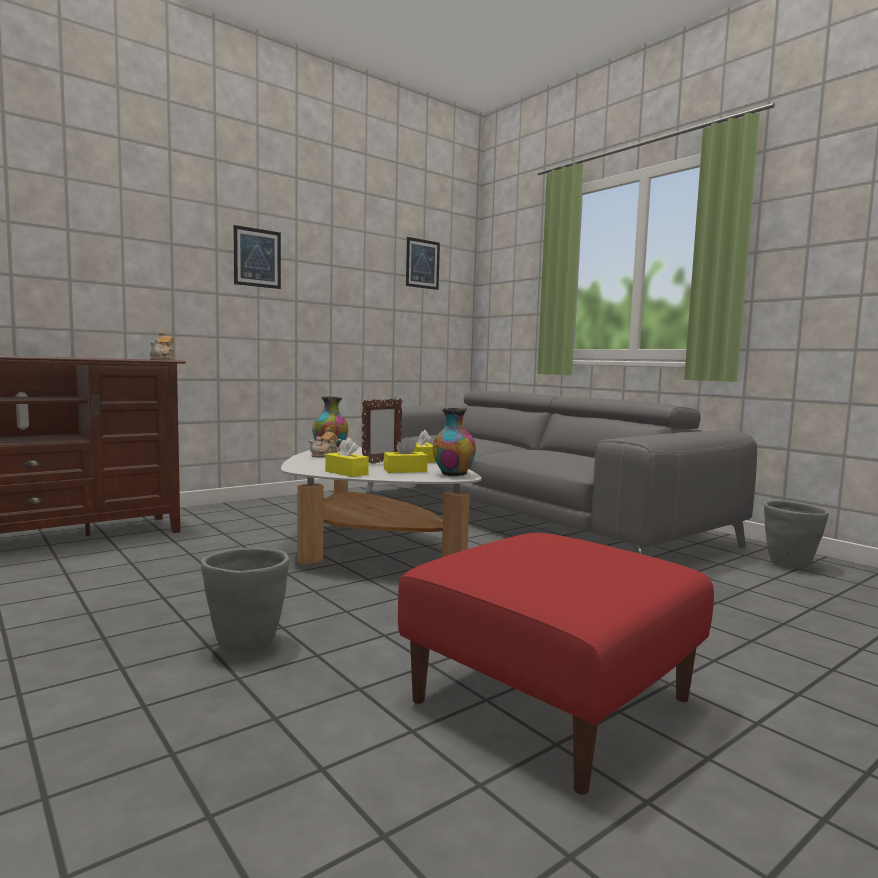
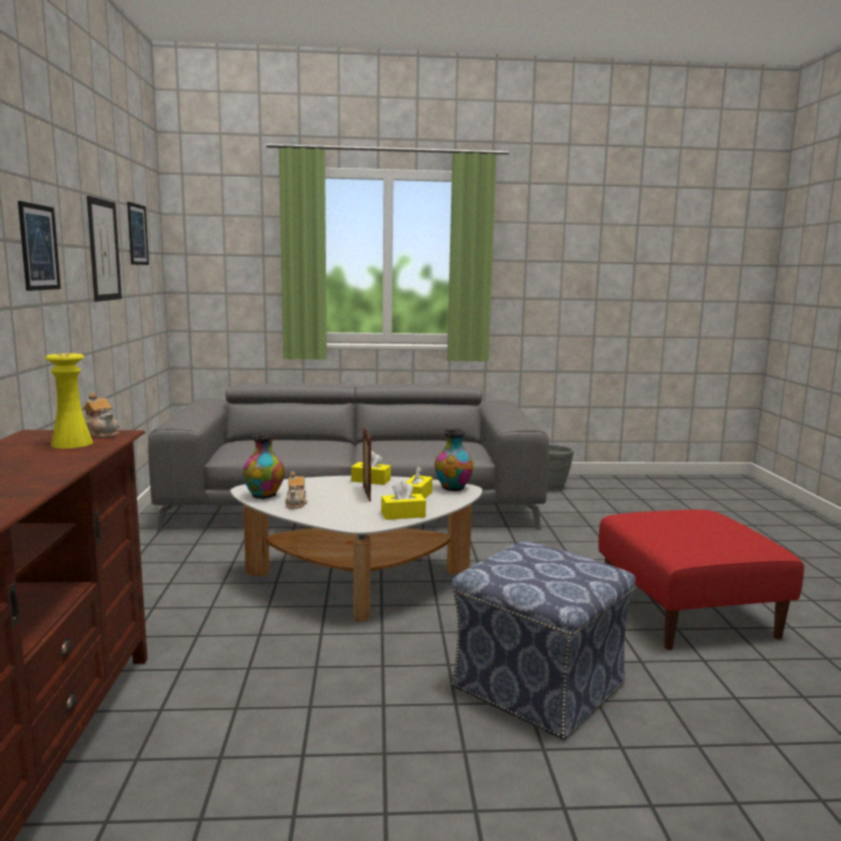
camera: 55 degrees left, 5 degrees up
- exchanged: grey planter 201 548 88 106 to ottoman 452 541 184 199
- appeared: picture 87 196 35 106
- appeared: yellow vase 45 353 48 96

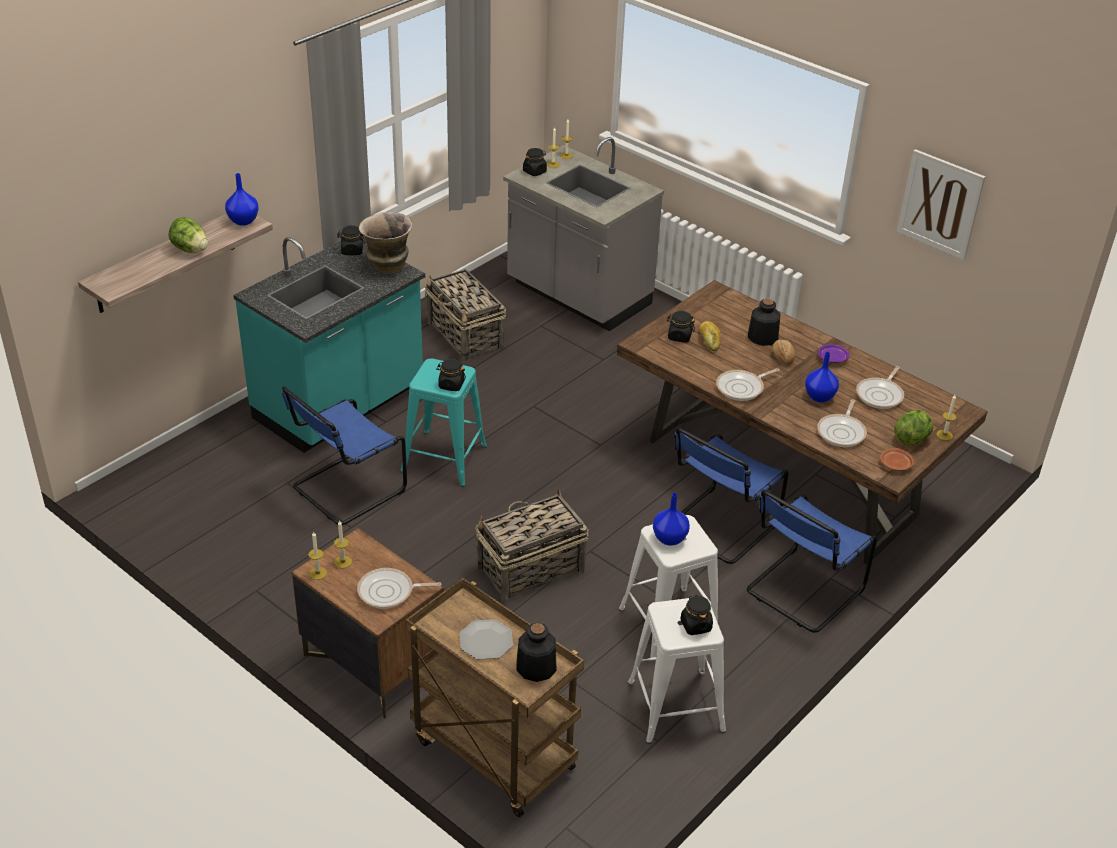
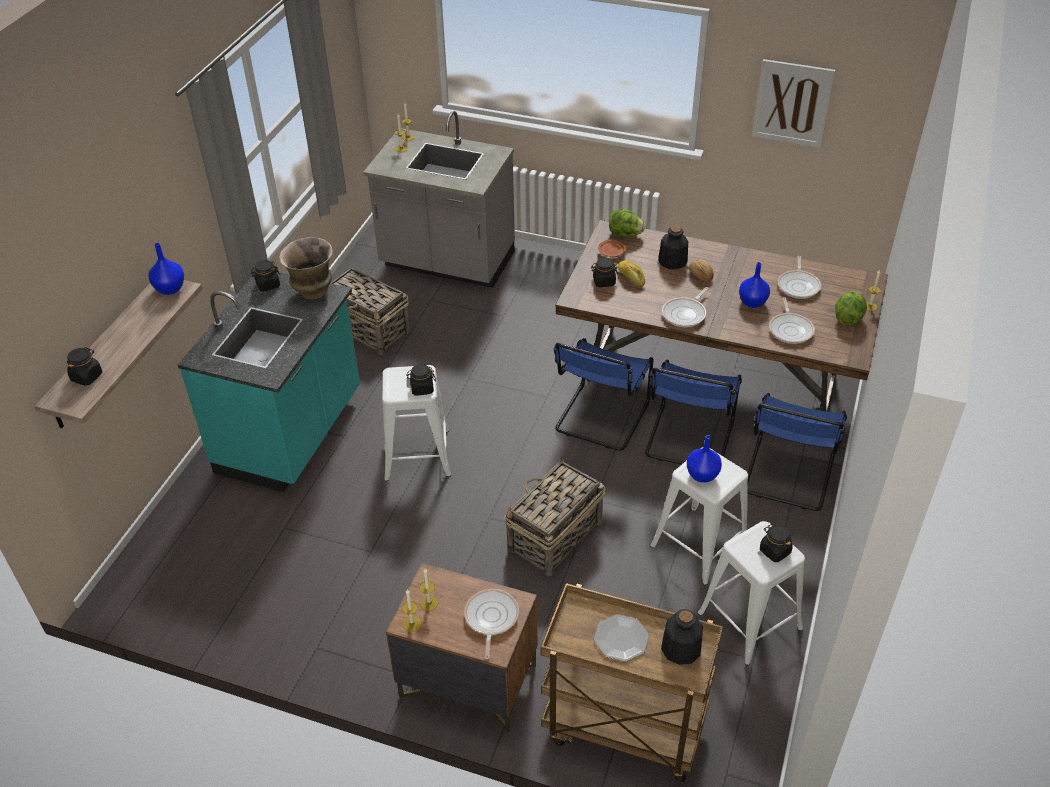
camera: 20 degrees left, 5 degrees up
- relocated: black jar 523 148 24 28 to 67 347 35 39
- relocated: lettuce 169 217 39 36 to 609 209 36 28
- missing: purple plate 818 344 32 19
- colour: turquoise stool 400 358 87 129 to white stool 382 365 69 117
- relocated: blue chair 282 386 125 139 to 554 338 99 113
- relocated: brown plate 880 448 34 23 to 598 240 28 17
- spun: frying pan 357 568 85 41 = 464 589 55 70 120 degrees clockwise

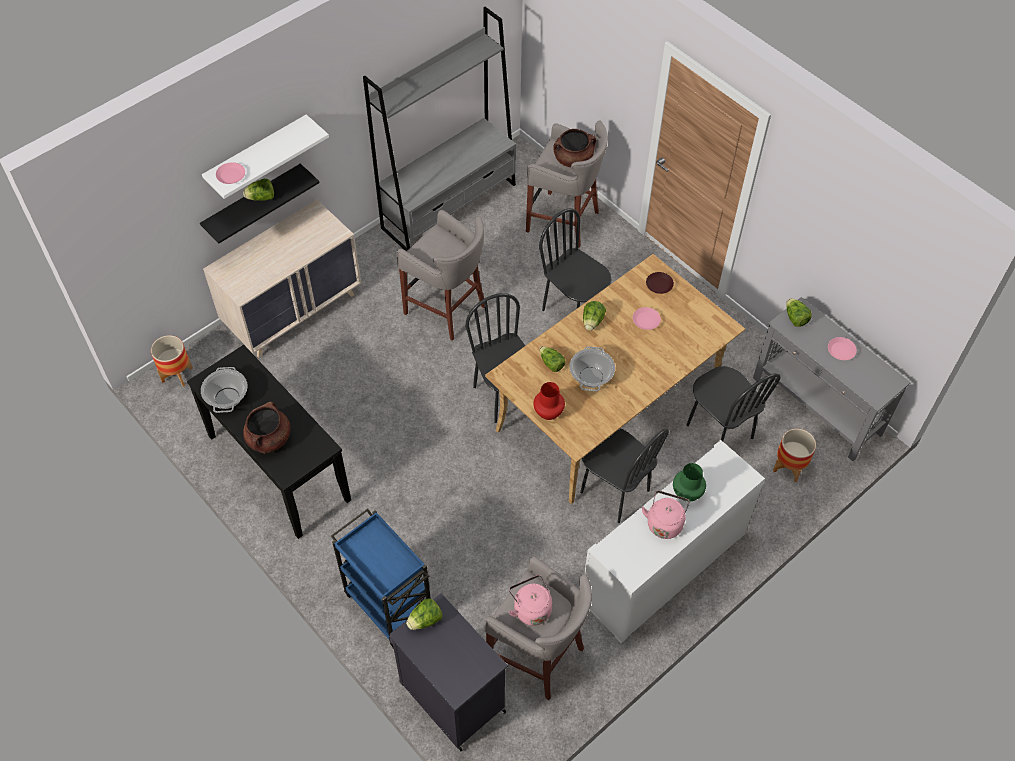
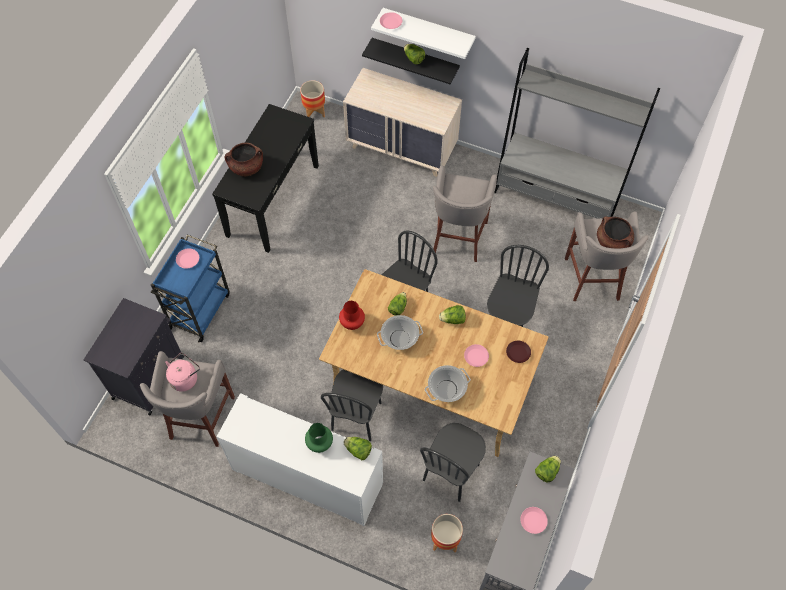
camera: 65 degrees right, 5 degrees up
- relocated: cooking pot 201 367 47 46 to 425 365 46 37
- missing: pink kettle 641 491 49 48
- relocated: lettuce 406 598 37 32 to 343 437 29 23
- appeared: pink plate 176 248 23 21

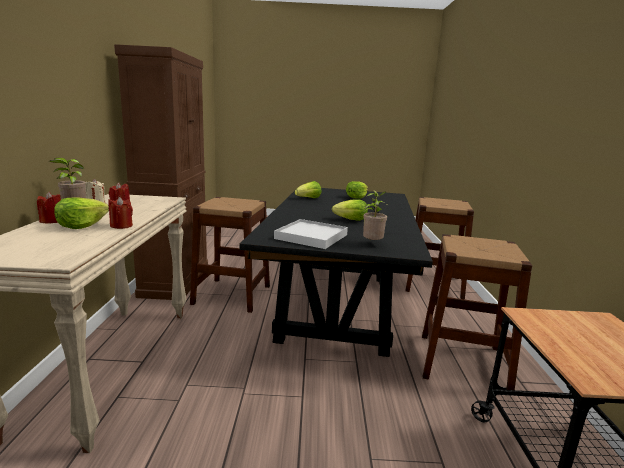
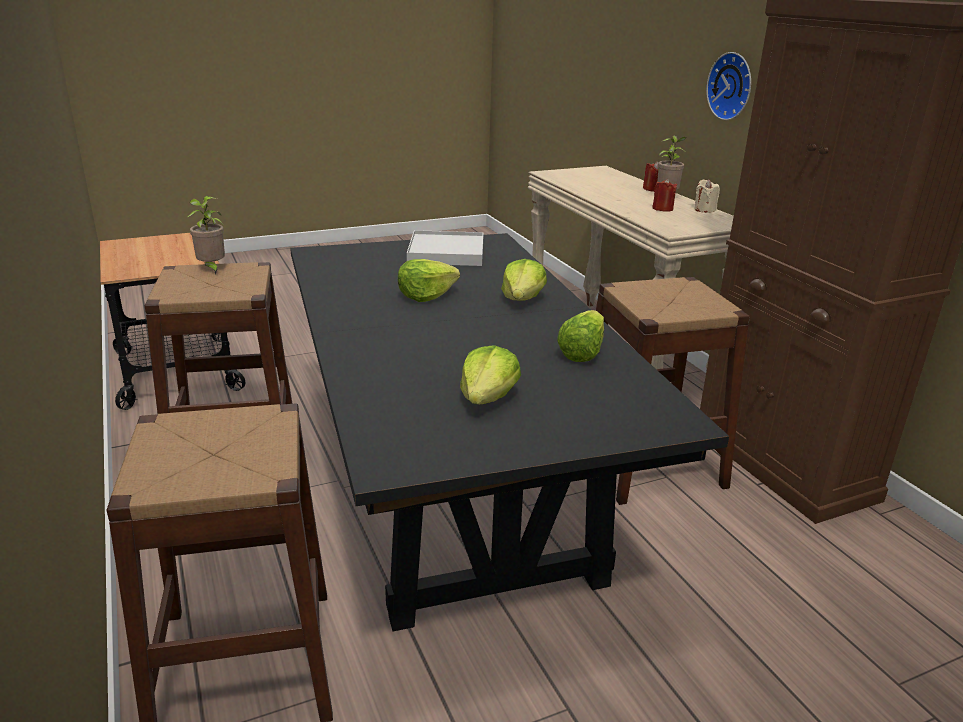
camera: 155 degrees right, 10 degrees up
- relocated: potted plant 363 190 26 50 to 188 196 37 78
- missing: red candle 108 197 25 32
- relocated: lettuce 54 198 55 31 to 501 259 46 42
- appeared: wall clock 706 52 45 68

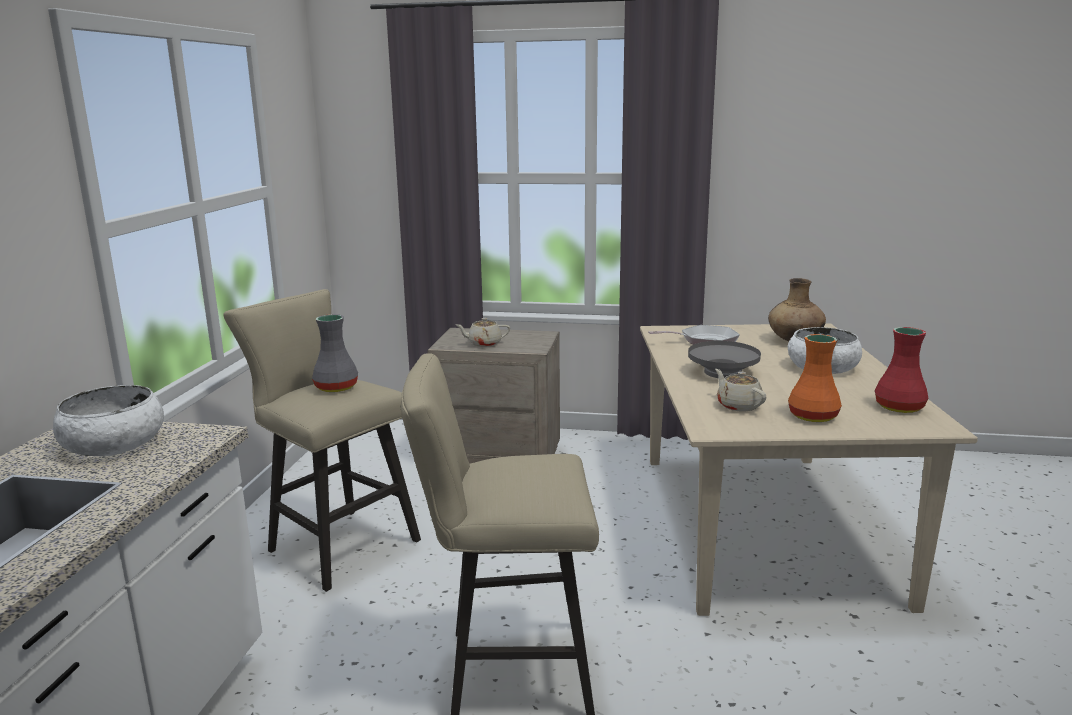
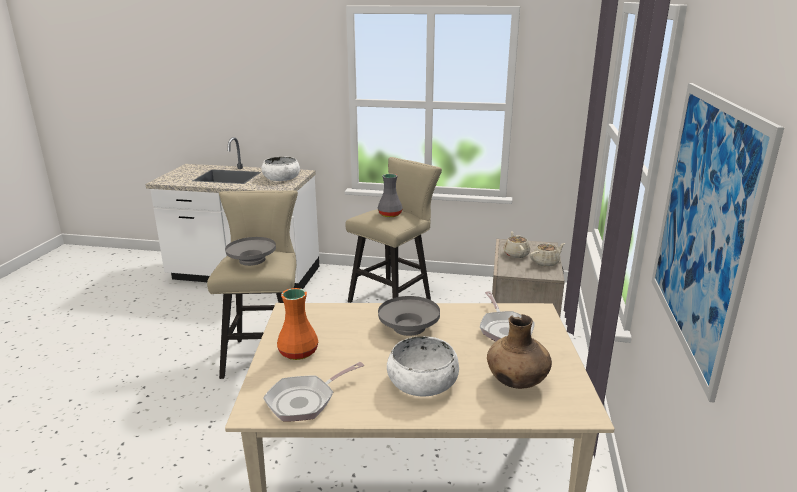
camera: 90 degrees right, 5 degrees up
- exchanged: red vase 875 327 54 86 to frying pan 263 362 101 59
- relocated: beige teapot 715 369 51 42 to 530 243 35 24
- appeared: picture 652 83 132 320
- appeared: grey bowl 225 237 51 29

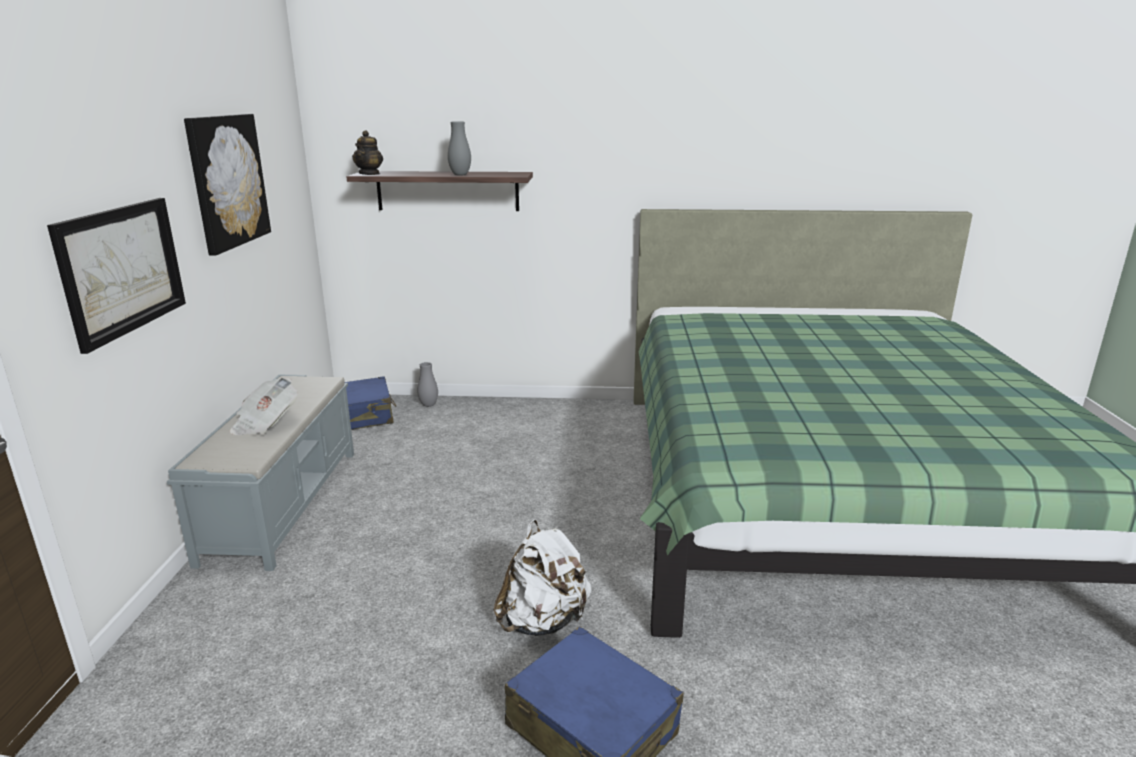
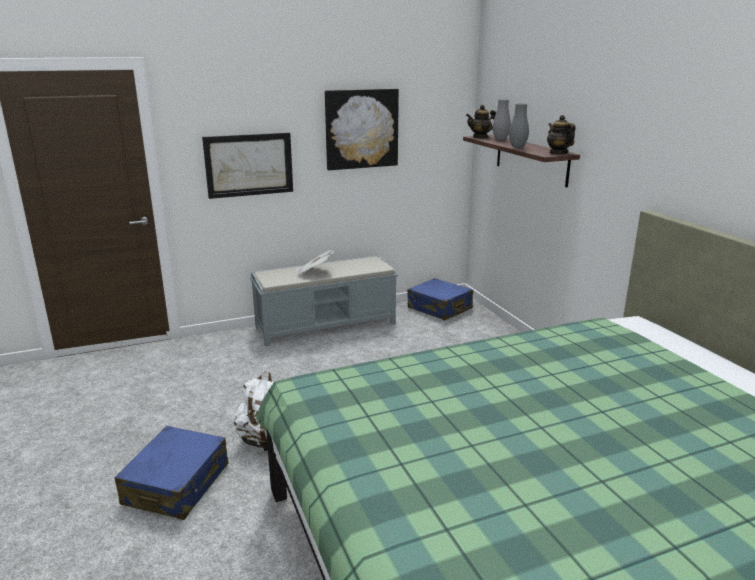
camera: 65 degrees right, 0 degrees up
- relocated: grey vase 417 362 21 45 to 493 99 18 41
- appeared: teapot 547 115 29 39

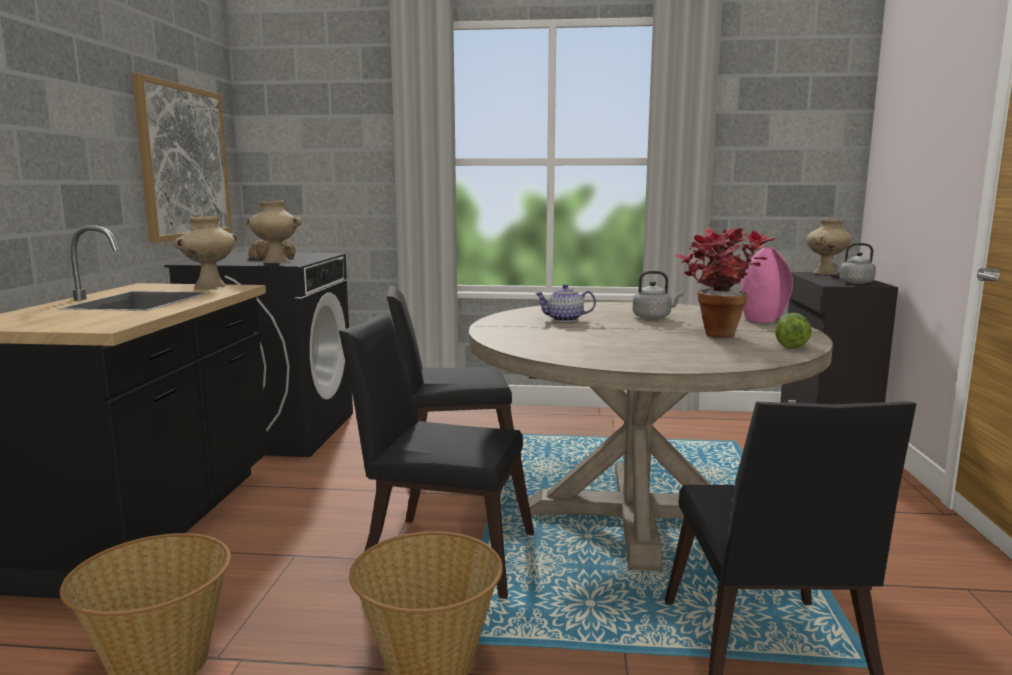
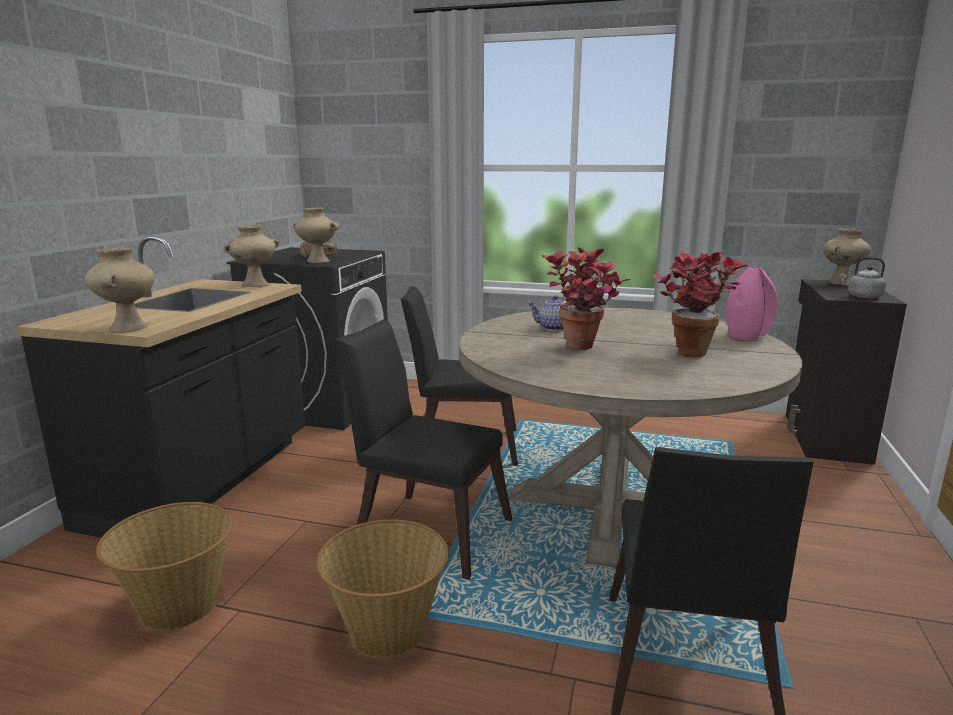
camera: 10 degrees right, 5 degrees up
- missing: picture 132 73 100 169
- missing: grey kettle 633 271 51 48
- missing: lettuce 776 313 36 35
- appeared: potted plant 542 247 89 103
- appeared: beige vase 85 248 70 84

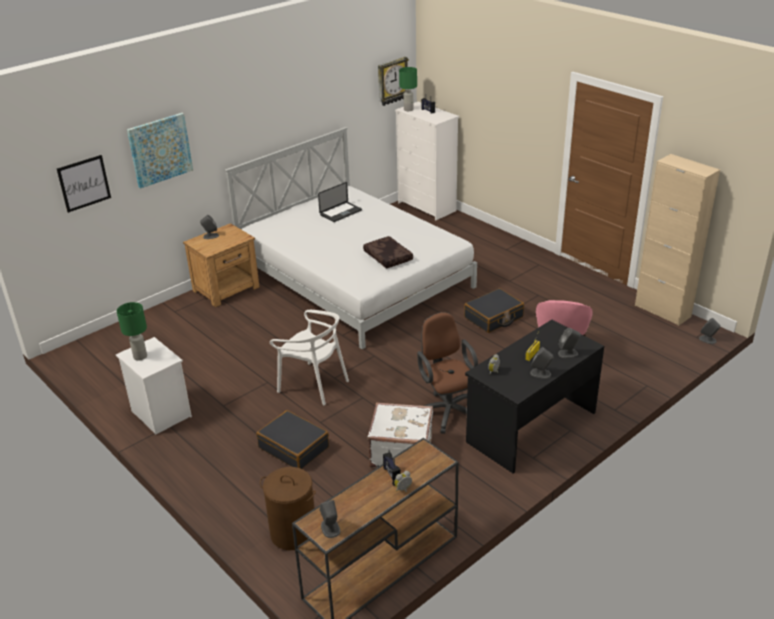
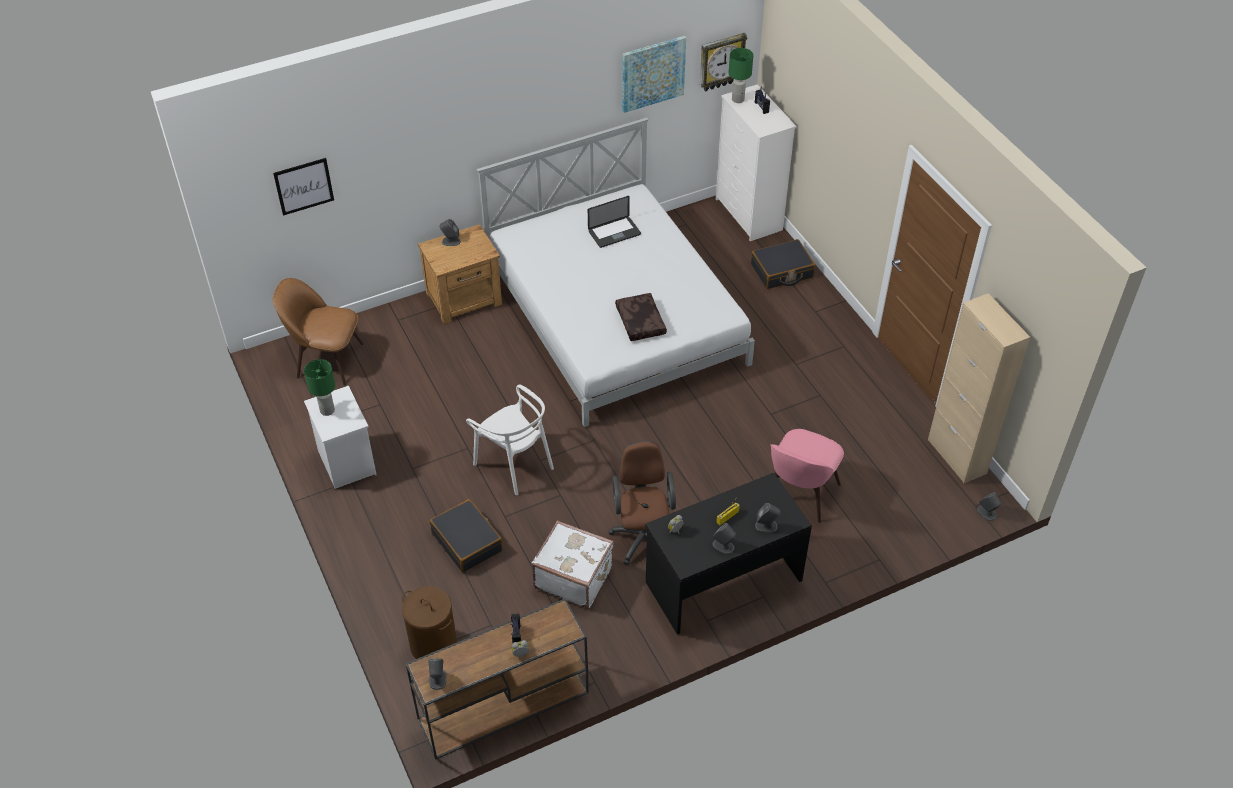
camera: 15 degrees right, 15 degrees up
- relocated: picture 127 113 66 76 to 622 36 64 77
- relocated: black suitcase 464 288 60 45 to 751 239 64 50
- appeared: brown chair 273 278 90 107

